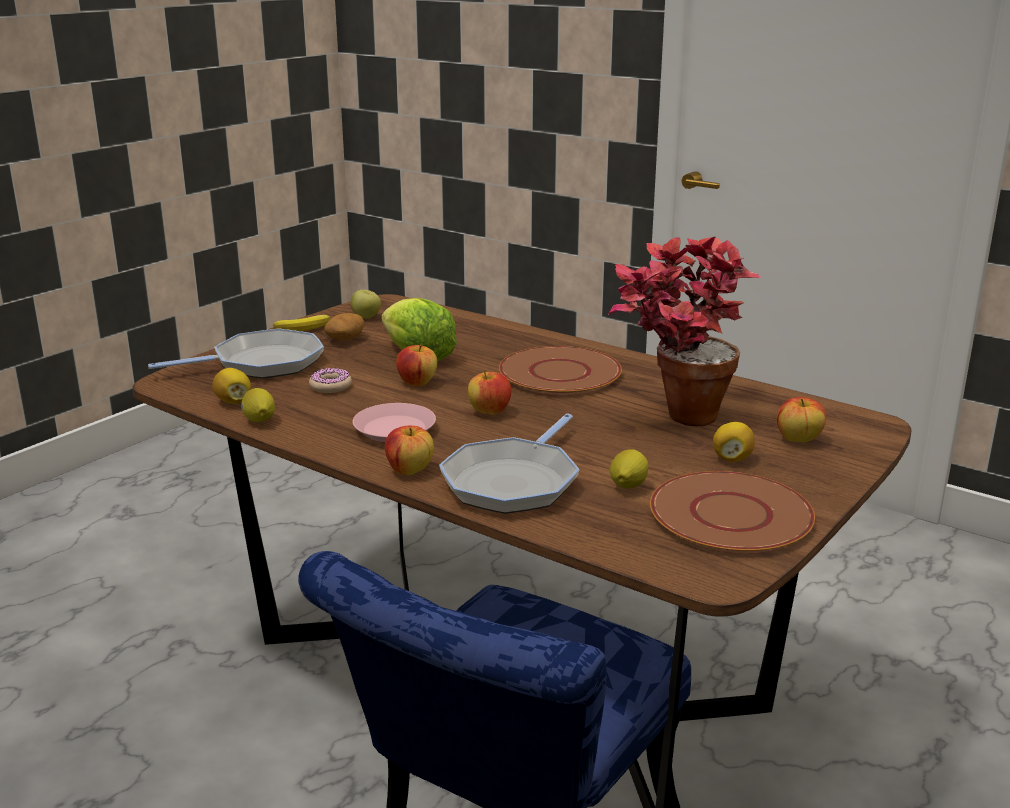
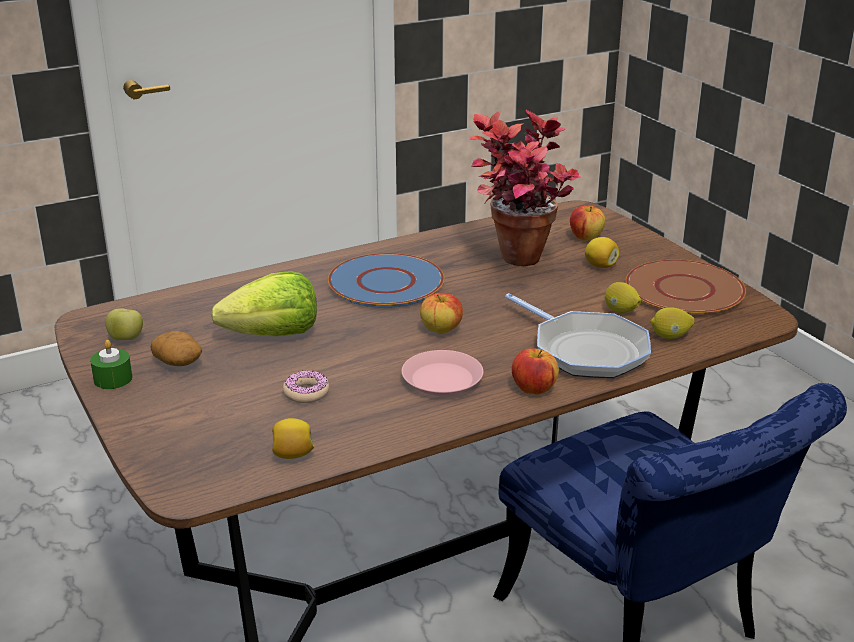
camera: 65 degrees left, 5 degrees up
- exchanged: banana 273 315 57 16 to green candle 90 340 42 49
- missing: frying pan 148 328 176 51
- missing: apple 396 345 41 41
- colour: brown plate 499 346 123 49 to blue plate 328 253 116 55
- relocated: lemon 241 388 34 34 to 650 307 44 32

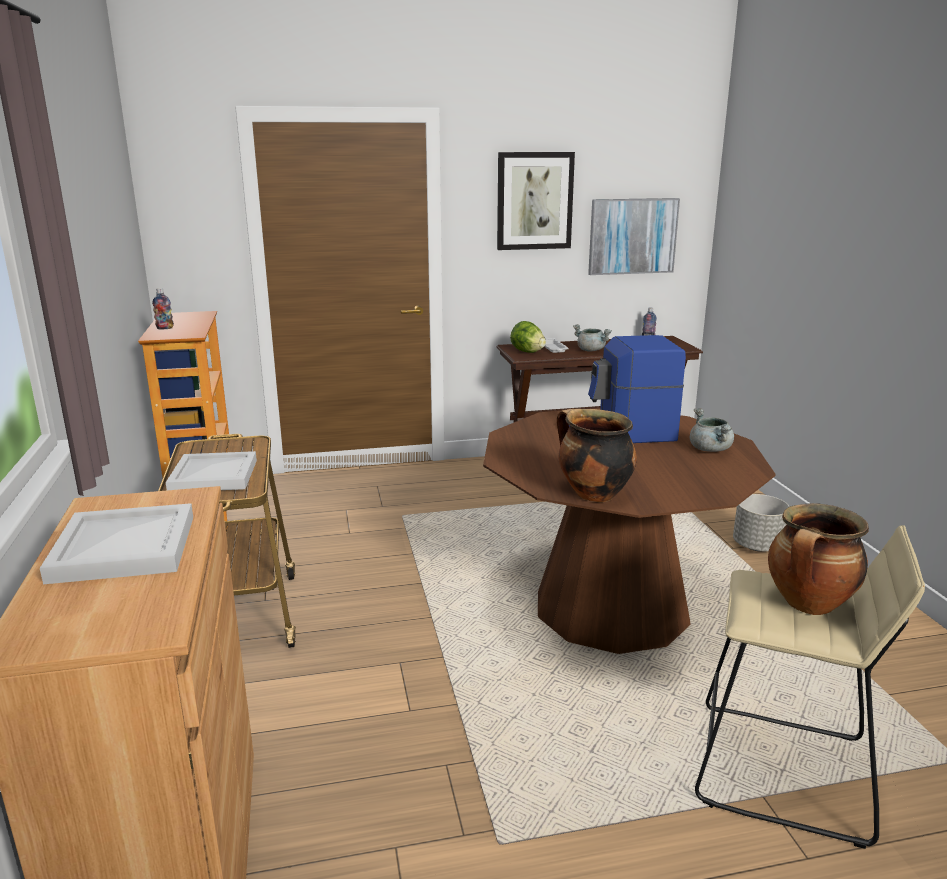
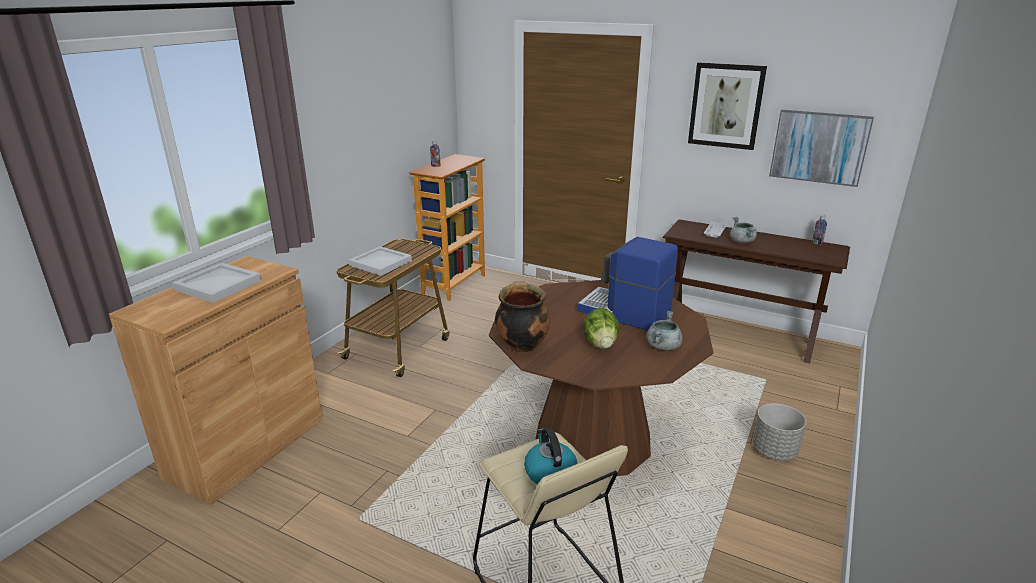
camera: 40 degrees right, 5 degrees up
- relocated: lettuce 510 321 36 32 to 583 308 36 41
- exchanged: cooking pot 768 503 101 112 to kettle 524 428 53 56

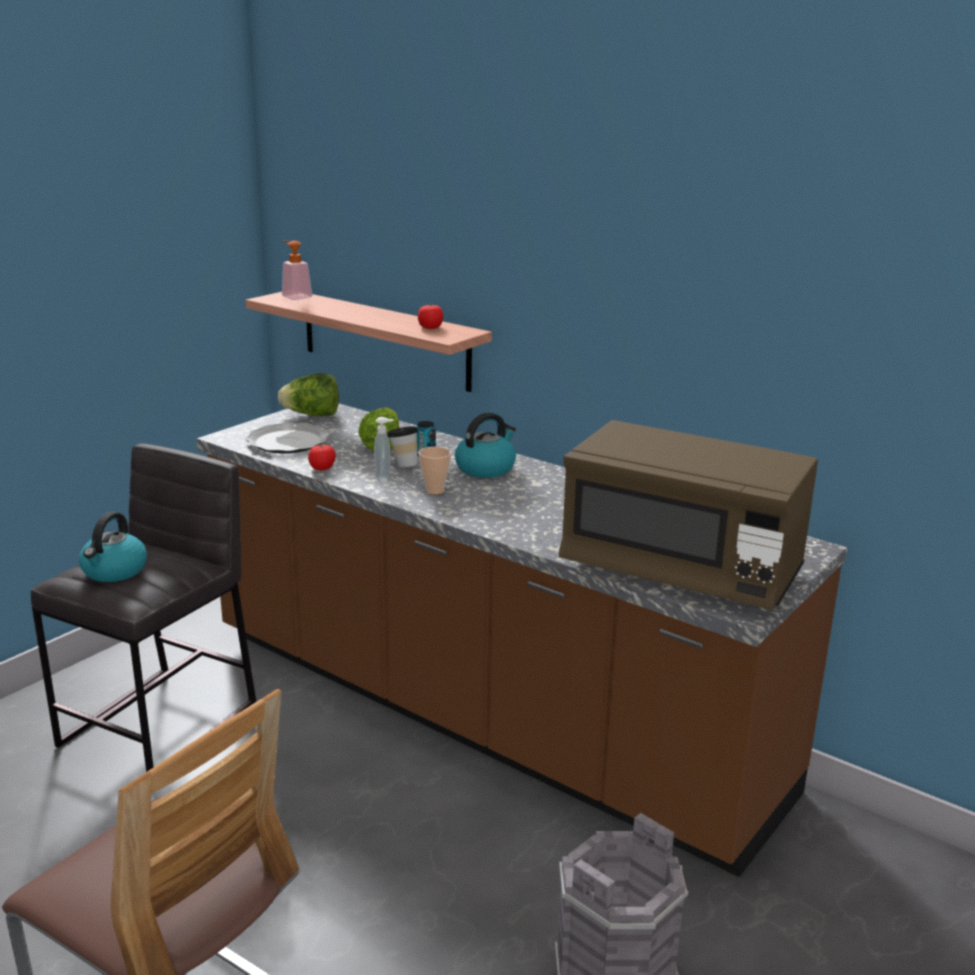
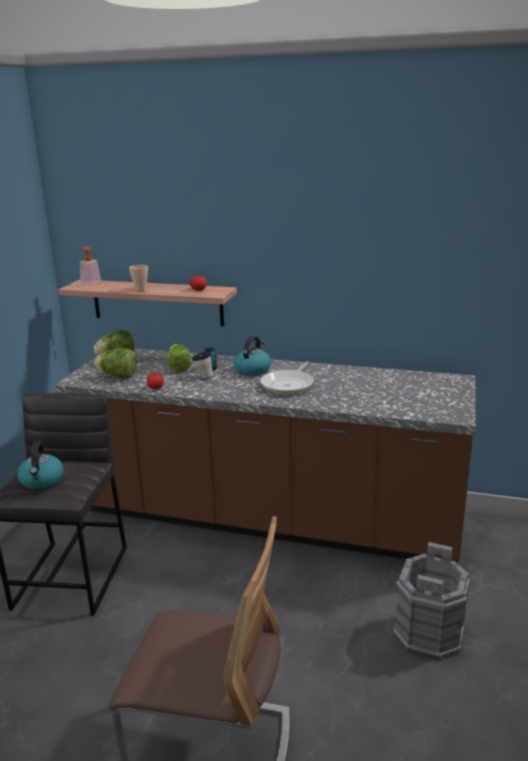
camera: 20 degrees left, 0 degrees up
- missing: soap dispenser 374 417 20 66
- missing: brown microwave 559 420 259 190
- exchanged: plate 245 423 85 30 to lettuce 94 348 43 30
- relocated: cup 419 447 32 47 to 129 265 19 26
- appeared: frying pan 260 361 54 34

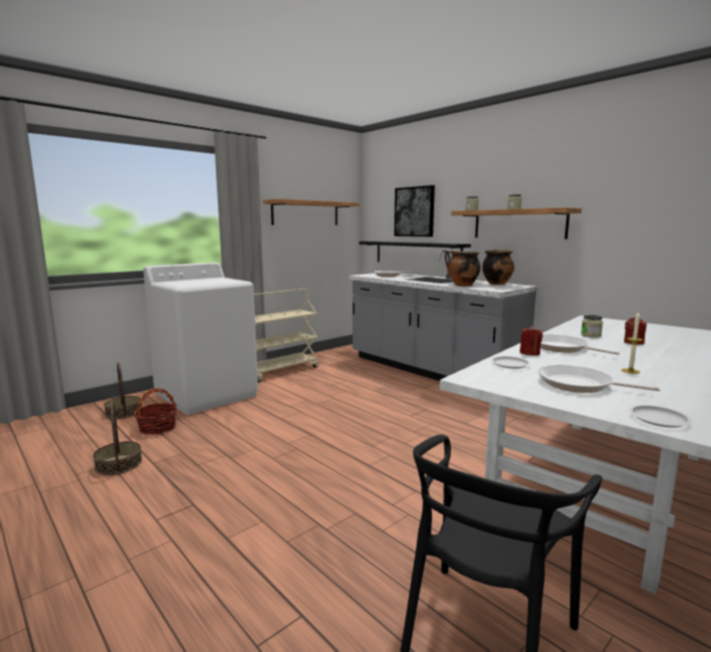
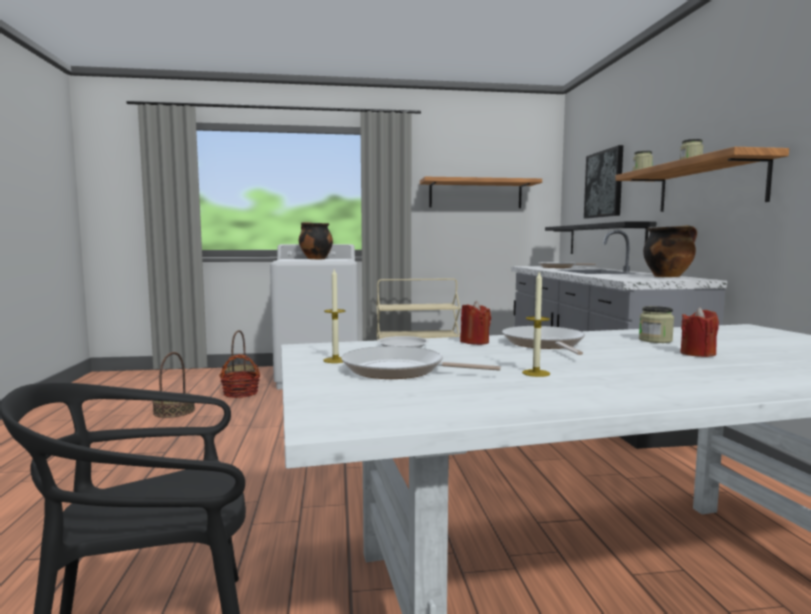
camera: 35 degrees right, 5 degrees down
- relocated: cooking pot 445 250 36 36 to 299 222 34 37
- spun: frying pan 538 365 122 28 = 341 346 160 33 45 degrees counterclockwise
- missing: white plate 629 405 63 23
- appeared: candle 323 269 22 94

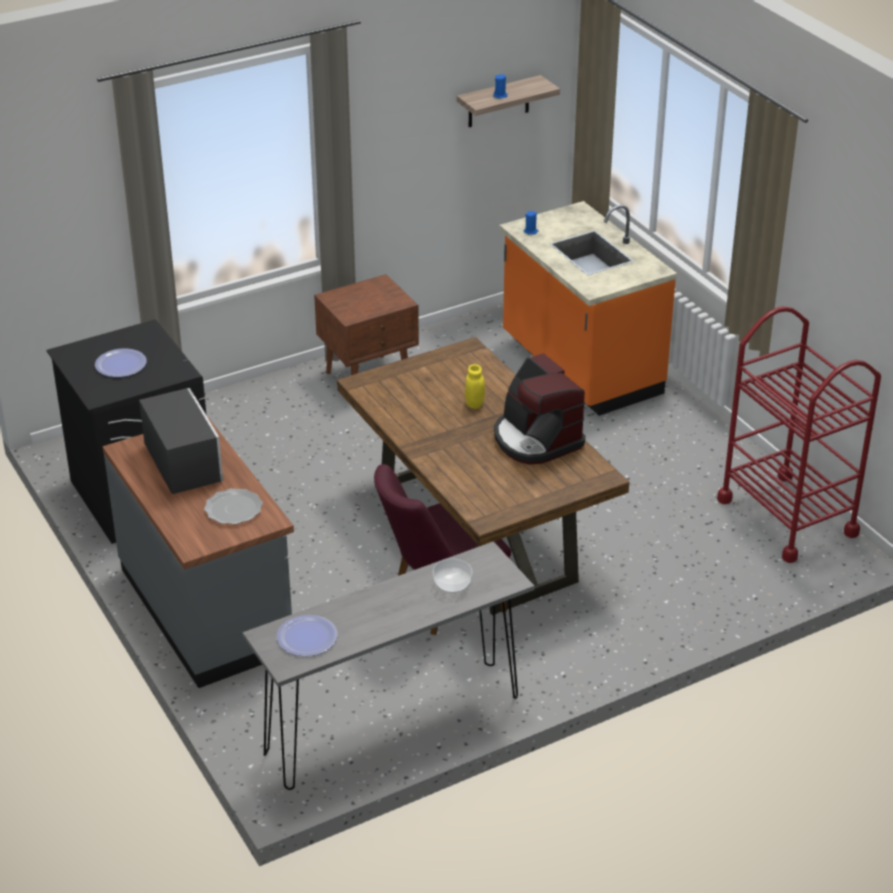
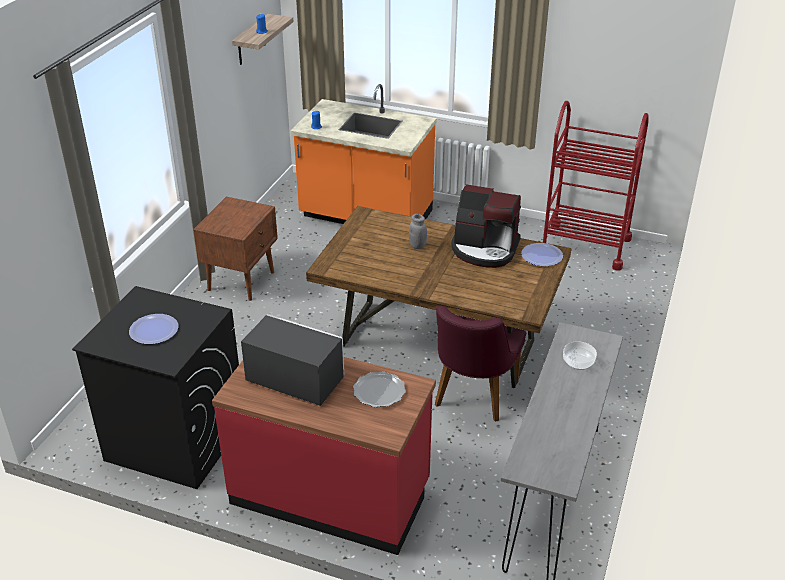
camera: 40 degrees left, 0 degrees up
- colour: yellow jar 465 364 20 45 to grey jar 409 214 18 35
- colour: grey counter 103 415 191 273 to red counter 212 357 224 198
- relocated: plate 277 615 61 41 to 521 243 42 23

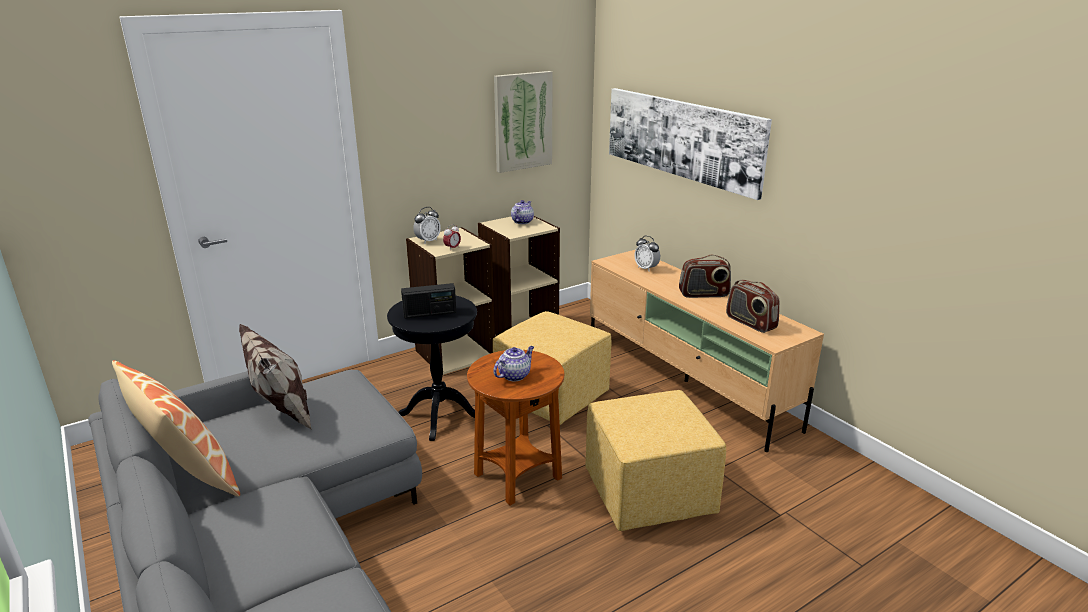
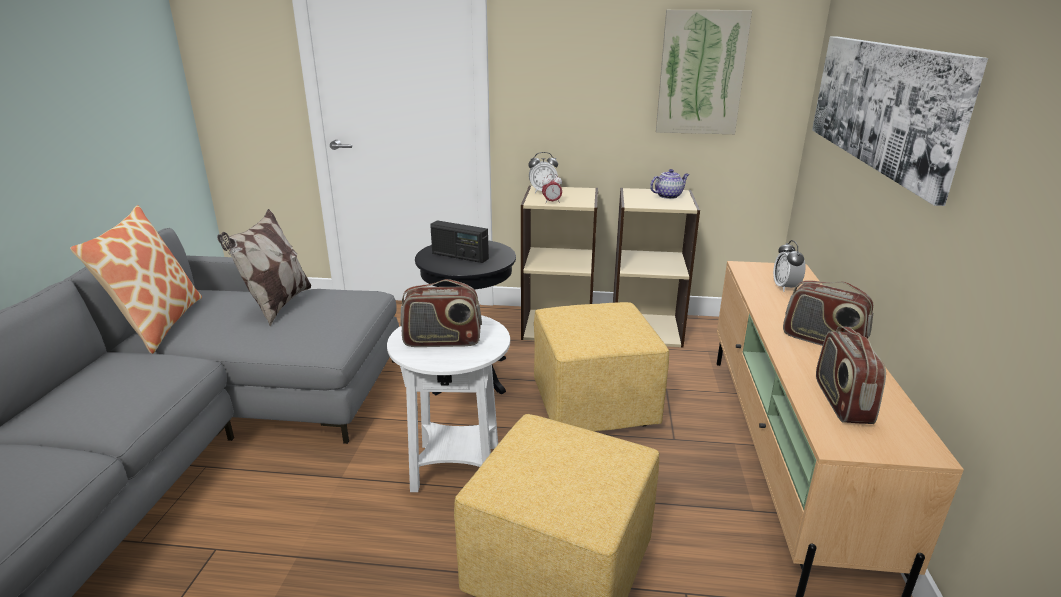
camera: 40 degrees right, 0 degrees up
- exchanged: teapot 493 346 41 36 to radio 400 279 82 68
- colour: brown side table 467 350 97 155 to white side table 387 315 123 177

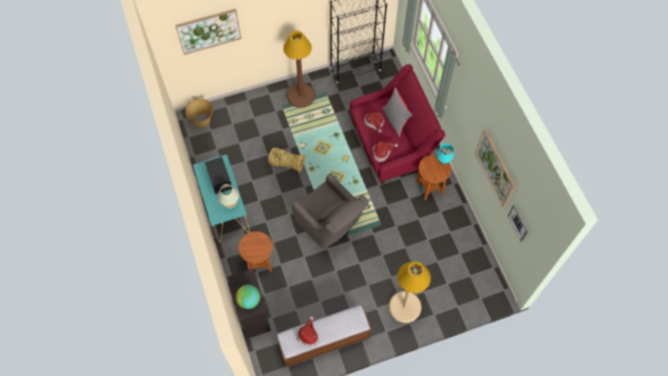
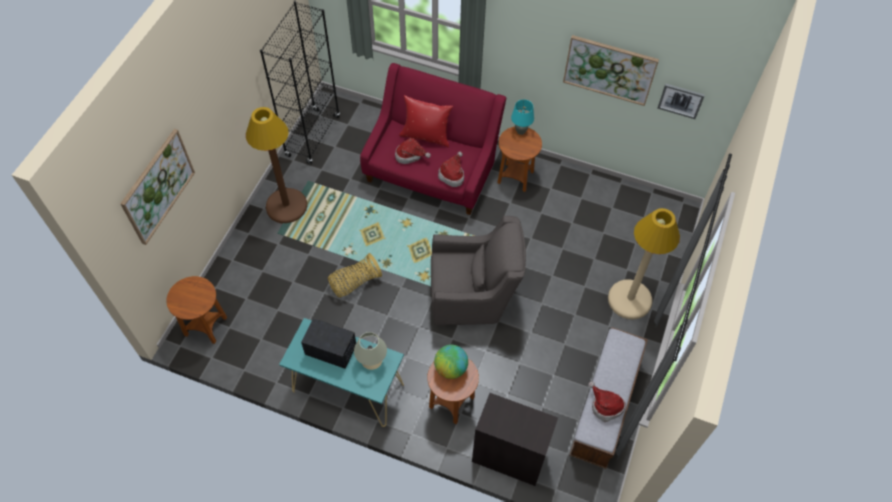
camera: 50 degrees left, 5 degrees down
- colour: grey pillow 382 87 31 50 to red pillow 399 95 54 53
- exchanged: basket 186 99 27 29 to brown side table 166 276 61 68
- relocated: globe 236 285 24 24 to 434 345 34 34

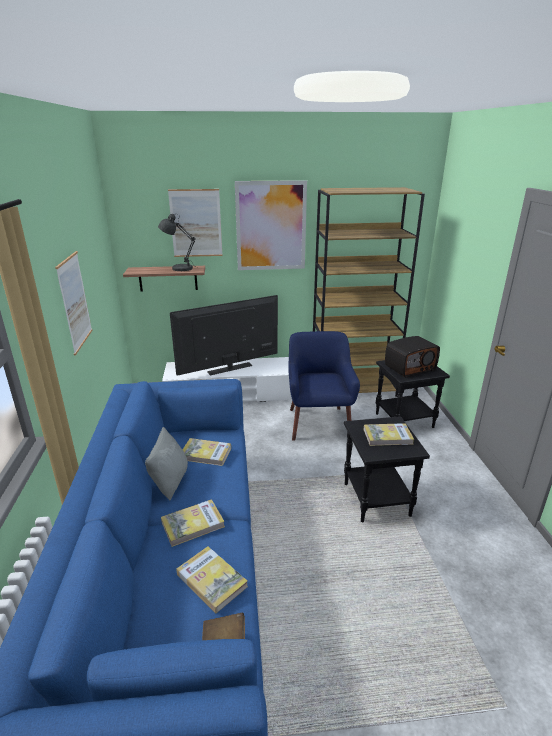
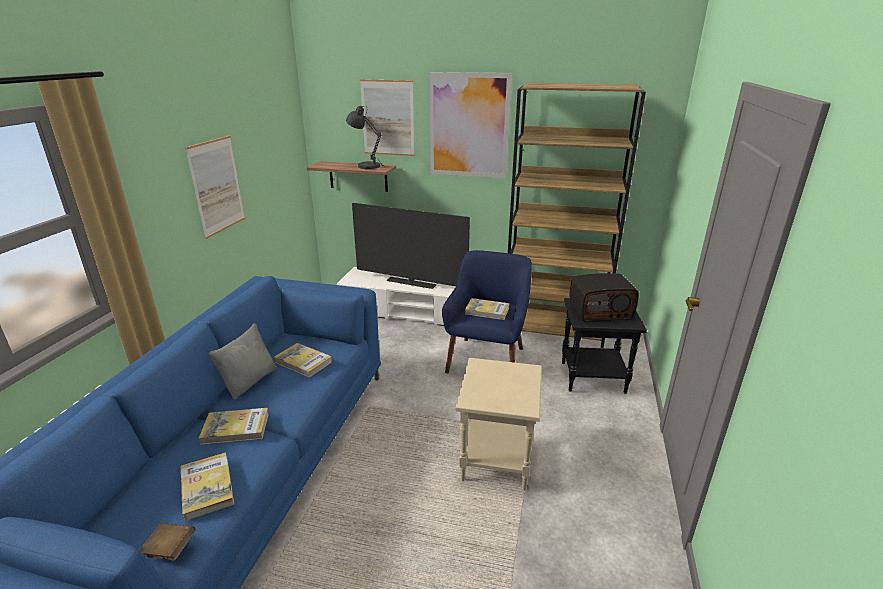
camera: 20 degrees right, 0 degrees up
- spun: television 170 295 108 81 = 352 203 118 86 150 degrees counterclockwise
- colour: black side table 344 416 86 106 to beige side table 455 358 87 132
- relocated: book 364 423 50 23 to 465 298 44 22

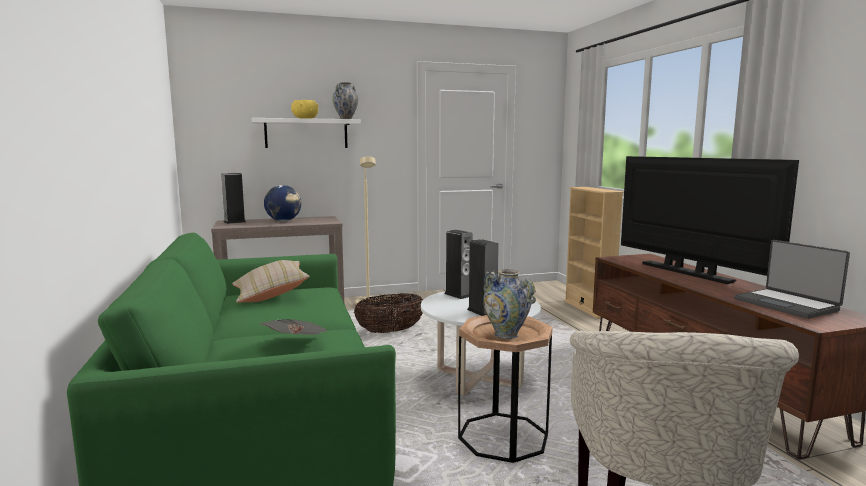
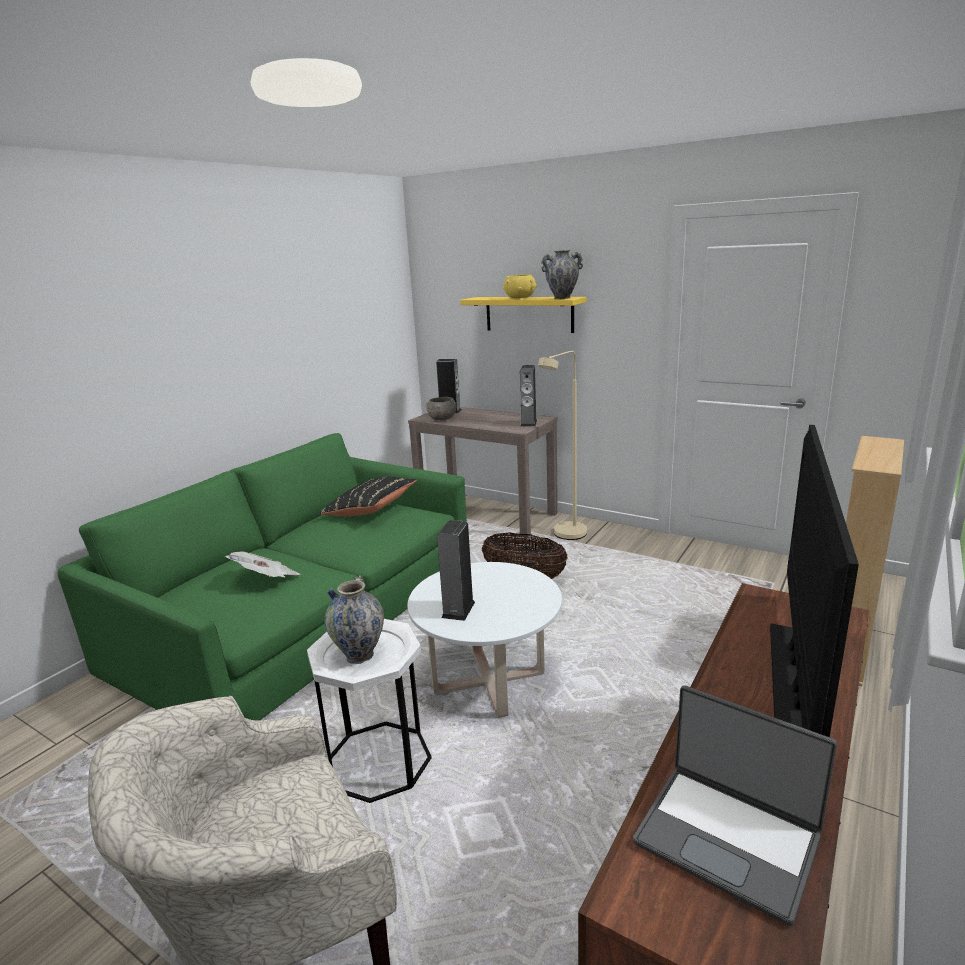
camera: 50 degrees right, 10 degrees up
- colour: white shelf 252 118 109 30 to yellow shelf 460 297 126 36
- missing: globe 264 185 37 36
- relocated: speaker 444 230 29 69 to 520 365 17 61
- spun: laptop 734 240 116 79 = 633 685 204 241 75 degrees counterclockwise
- colour: beige pillow 232 260 78 43 to black pillow 319 477 98 40
- colour: brown side table 458 315 94 148 to white side table 307 619 125 184
- appeared: grey bowl 426 397 30 23

